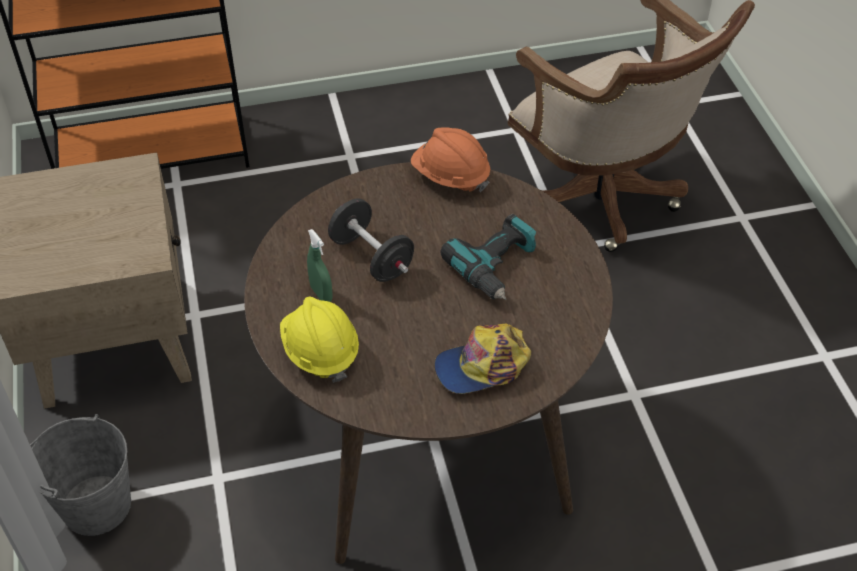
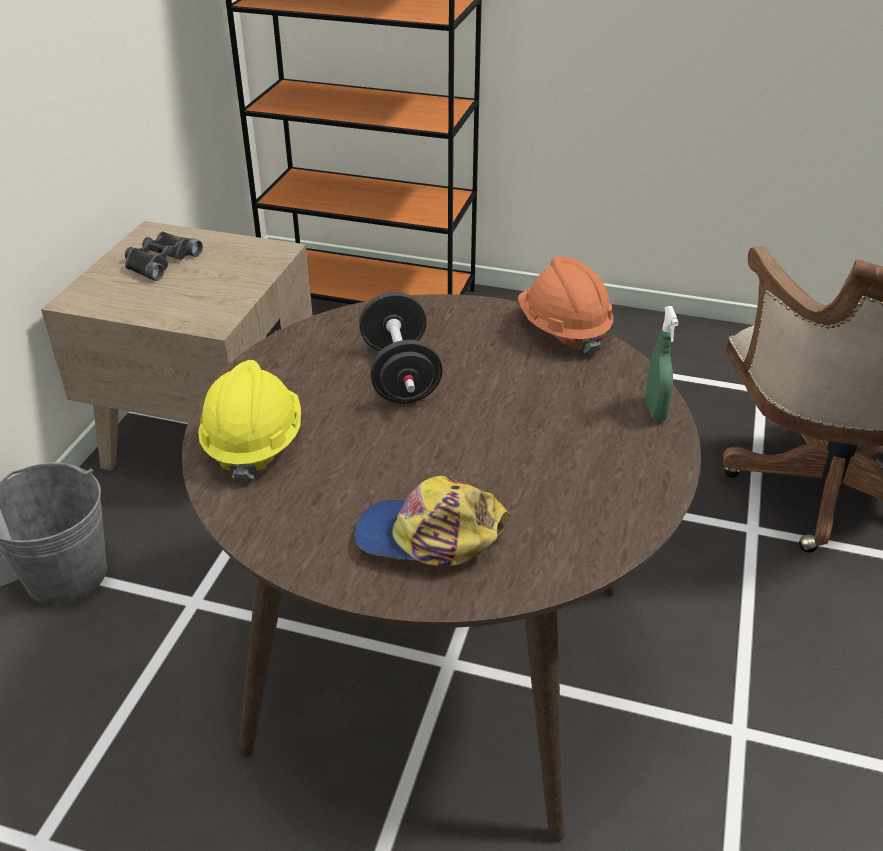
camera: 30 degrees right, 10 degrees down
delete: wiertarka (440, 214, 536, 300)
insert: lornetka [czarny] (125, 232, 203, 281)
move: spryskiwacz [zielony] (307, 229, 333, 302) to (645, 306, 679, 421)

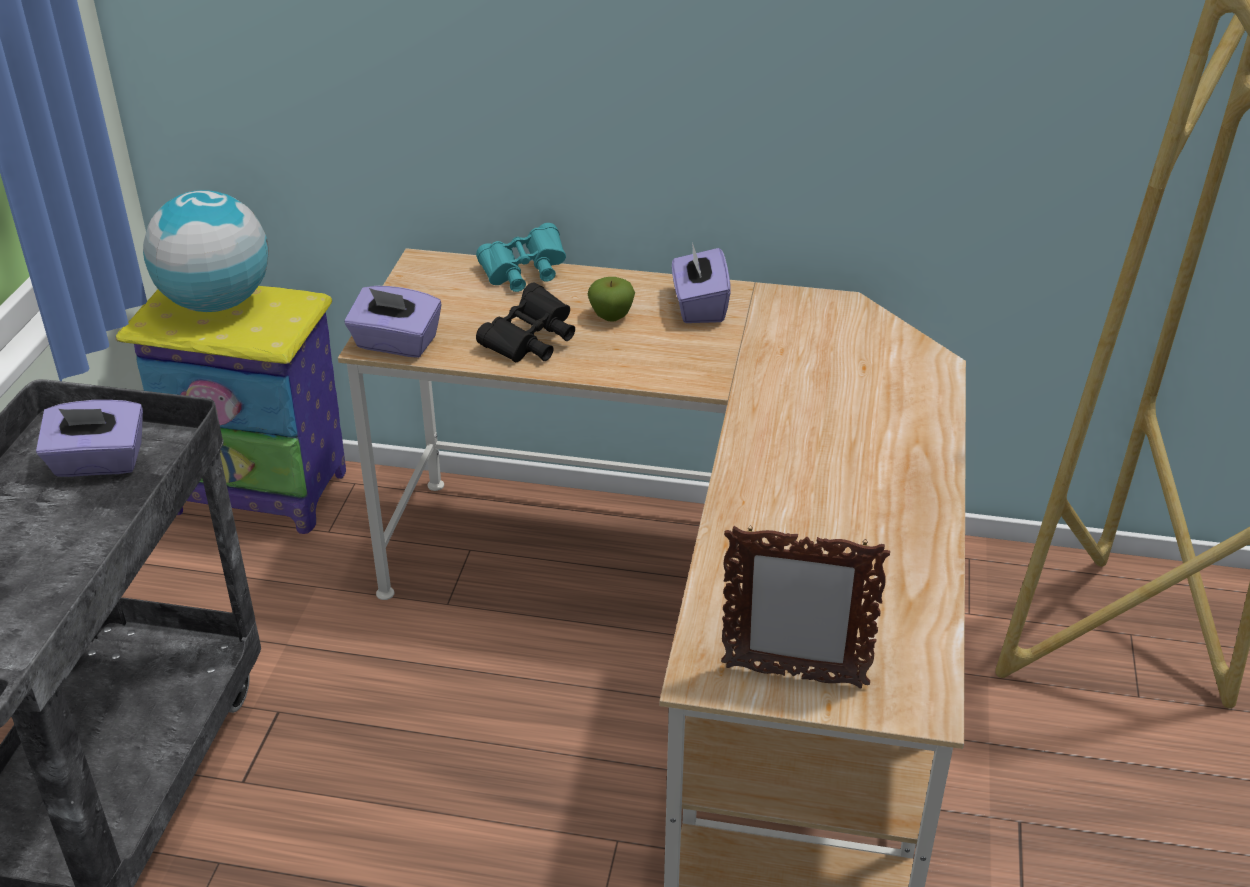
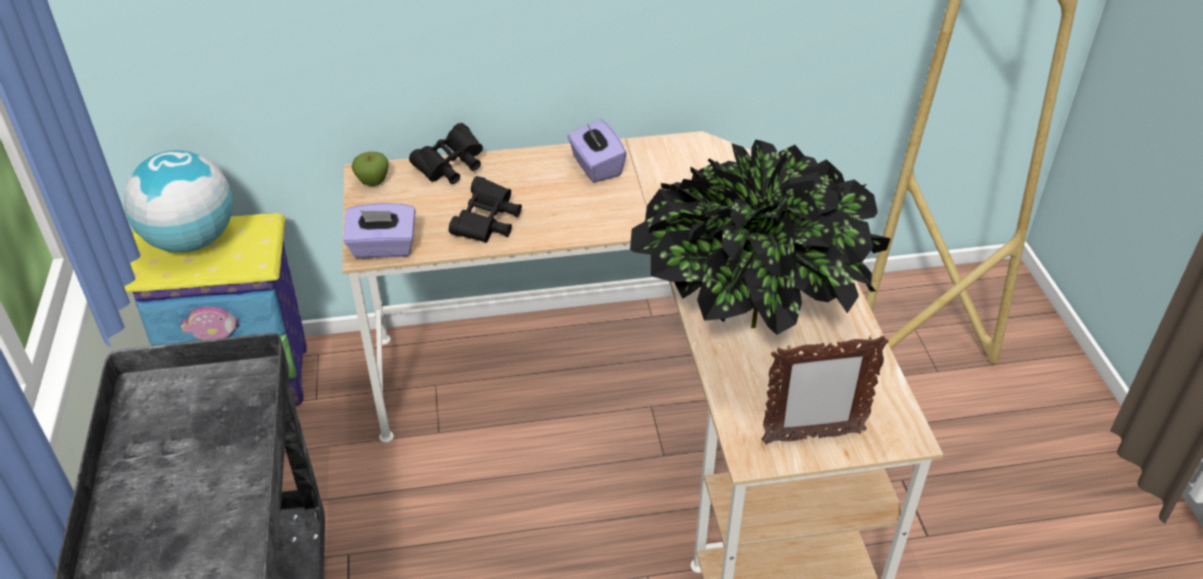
camera: 20 degrees left, 5 degrees up
delete: pudełko chusteczek [fioletowy] (36, 400, 143, 477)
insert: roślina doniczkowa (630, 139, 891, 335)
move: jabłko (588, 277, 635, 322) to (352, 152, 389, 186)
recolor: lornetka [turkusowy] (476, 223, 566, 292) to lornetka [czarny] (409, 123, 483, 184)

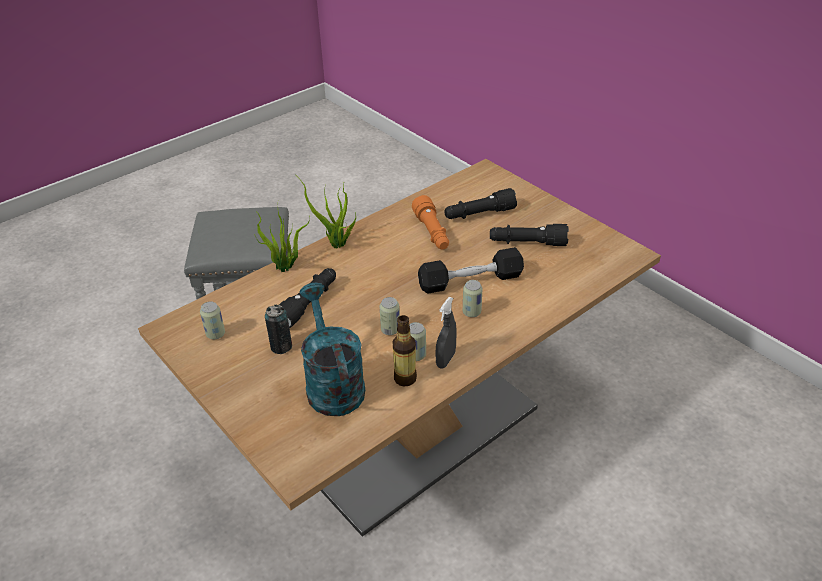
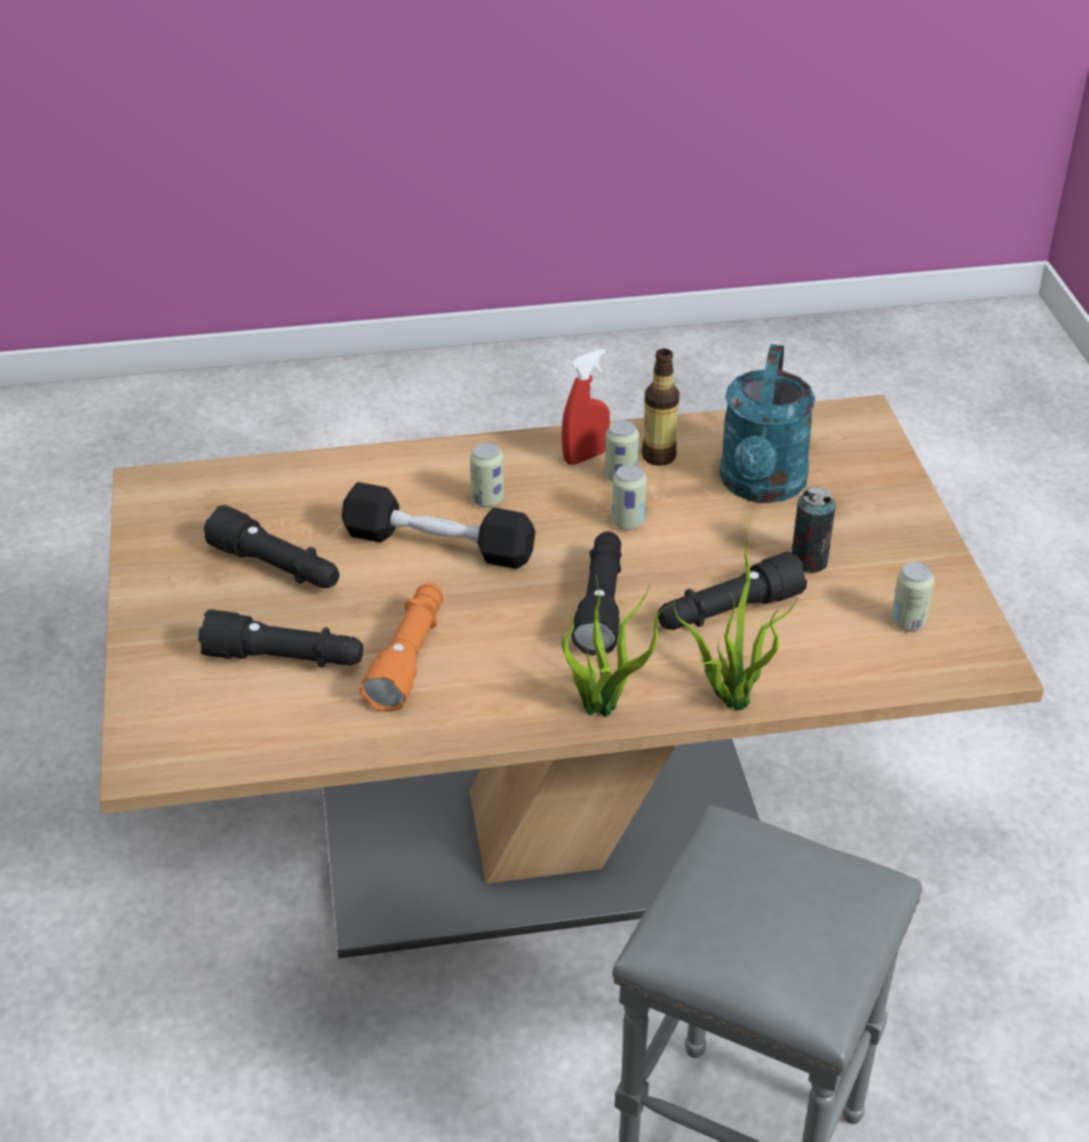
camera: 150 degrees left, 0 degrees up
insert: latarka [czarny] (572, 531, 622, 656)
recolor: spryskiwacz [szary] (436, 297, 457, 369) to spryskiwacz [czerwony] (562, 349, 610, 465)

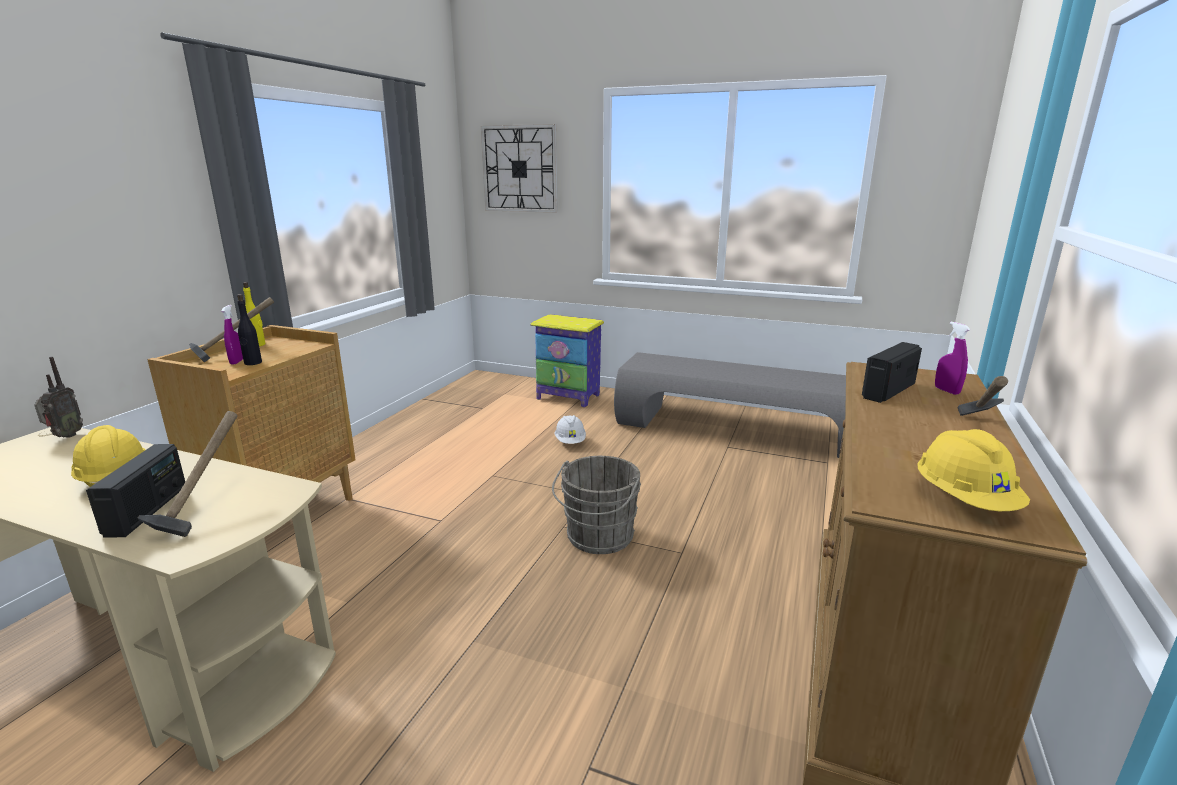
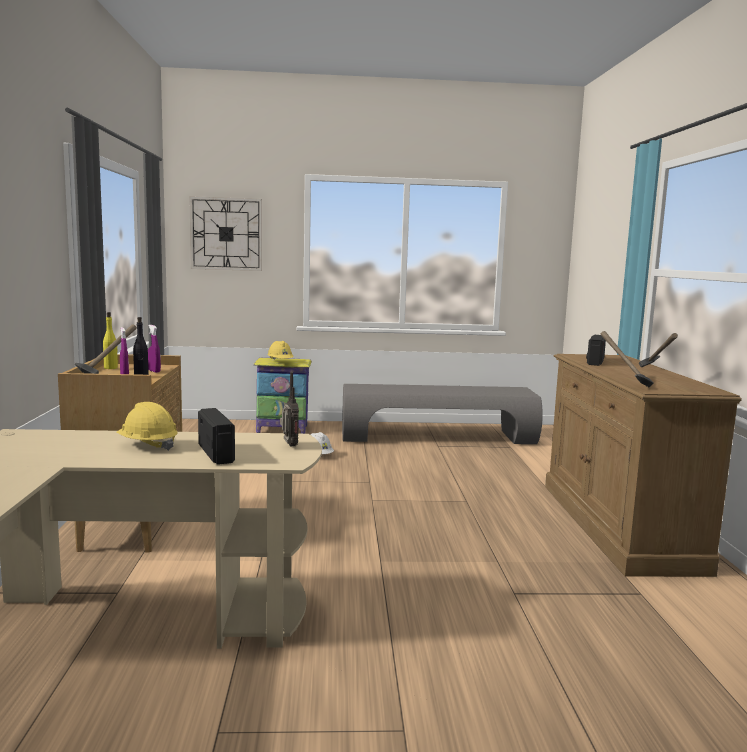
camera: 25 degrees left, 10 degrees down
delete: wiadro [szary] (552, 456, 641, 554)
move: radio (34, 357, 83, 438) to (280, 372, 299, 446); młotek (138, 411, 237, 537) to (601, 331, 654, 387); kask [żółty] (917, 429, 1030, 511) to (267, 341, 294, 360); spryskiwacz [fioletowy] (935, 322, 971, 395) to (148, 325, 161, 373)

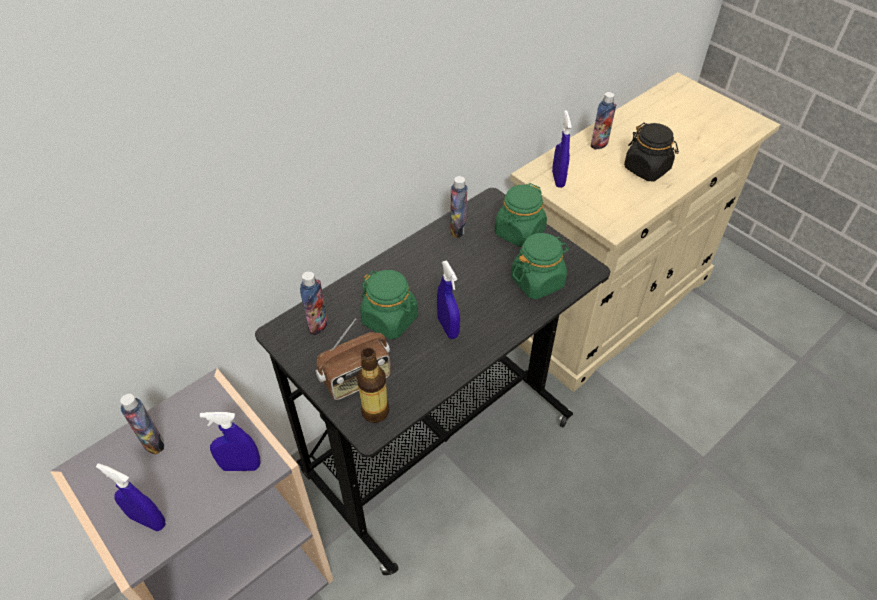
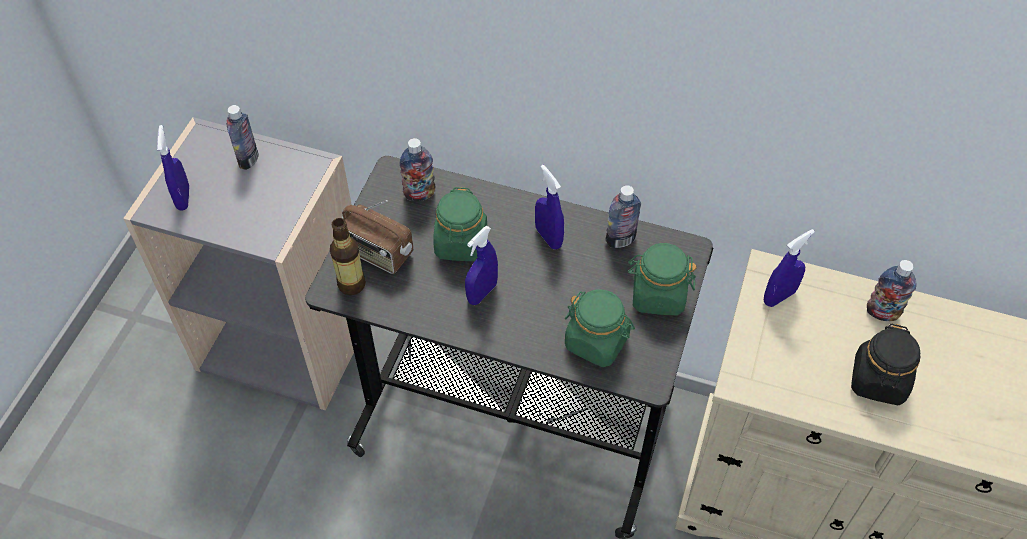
camera: 60 degrees right, 5 degrees up
move: spryskiwacz [niebieski] (200, 412, 261, 471) to (535, 165, 564, 249)

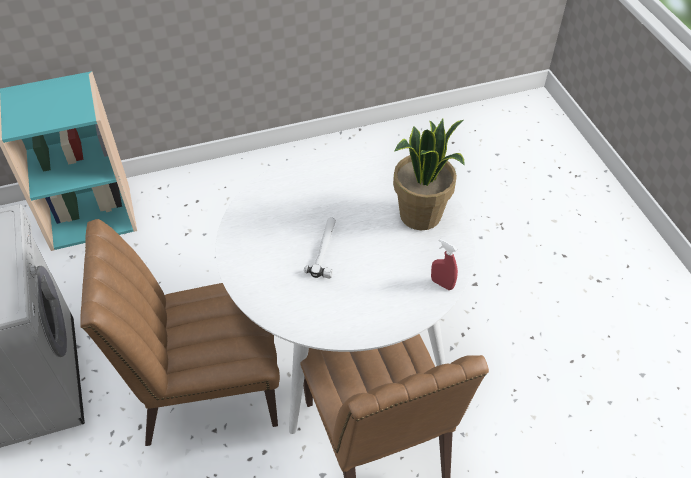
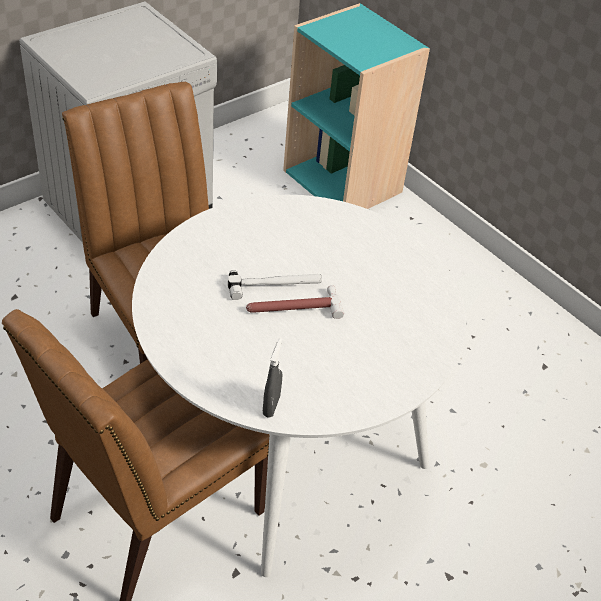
camera: 65 degrees right, 5 degrees down
delete: roślina doniczkowa (393, 118, 465, 230)
insert: młotek (246, 285, 344, 319)
recolor: spryskiwacz [czerwony] (431, 239, 458, 290) to spryskiwacz [szary] (263, 338, 283, 418)

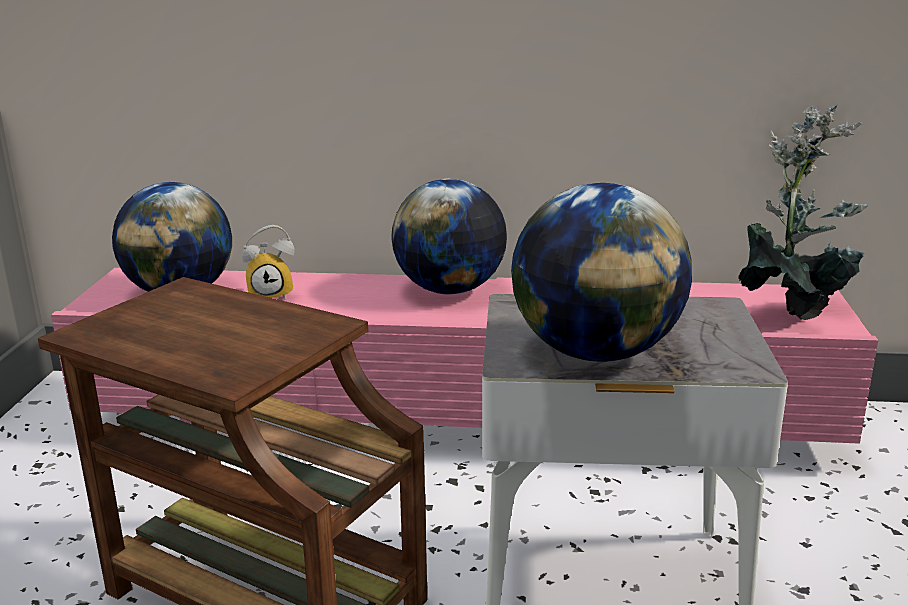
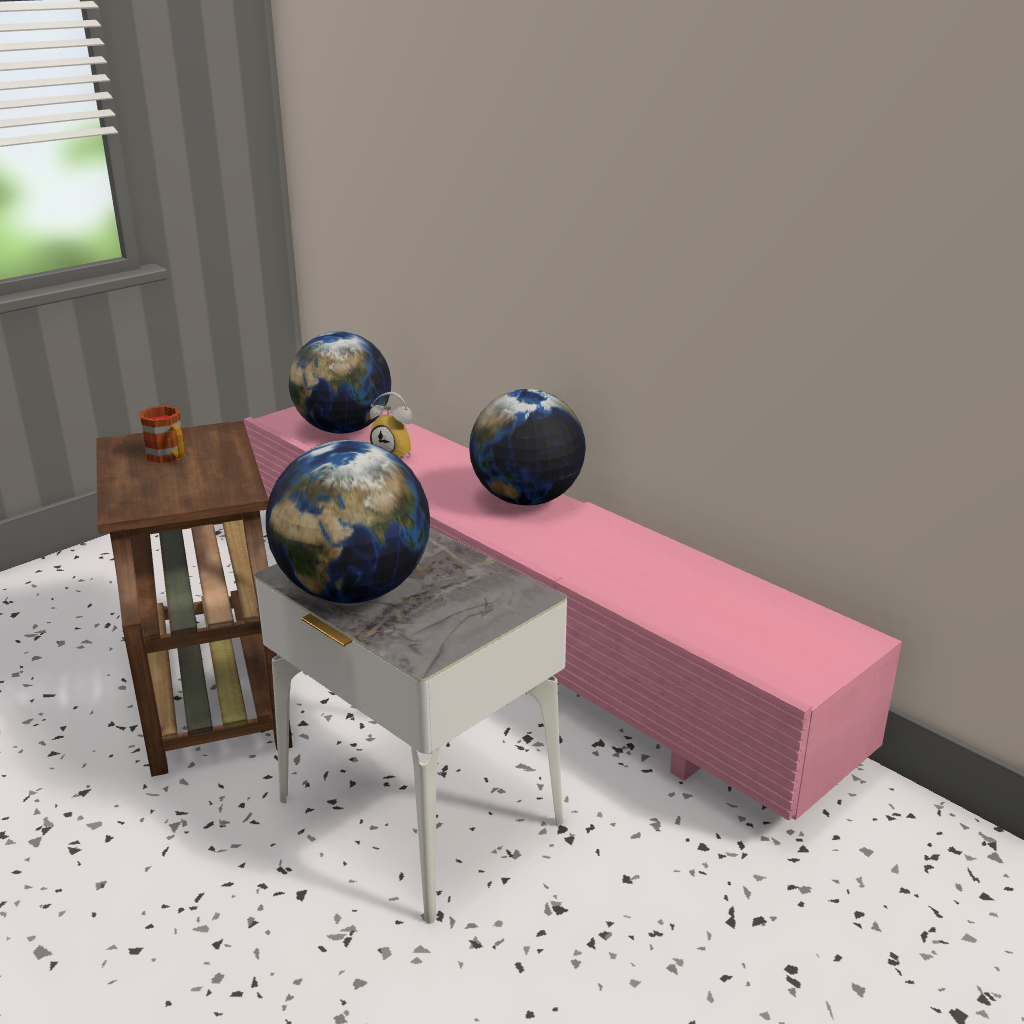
camera: 40 degrees right, 5 degrees up
delete: roślina doniczkowa (738, 105, 868, 320)
insert: kubek (139, 405, 186, 463)

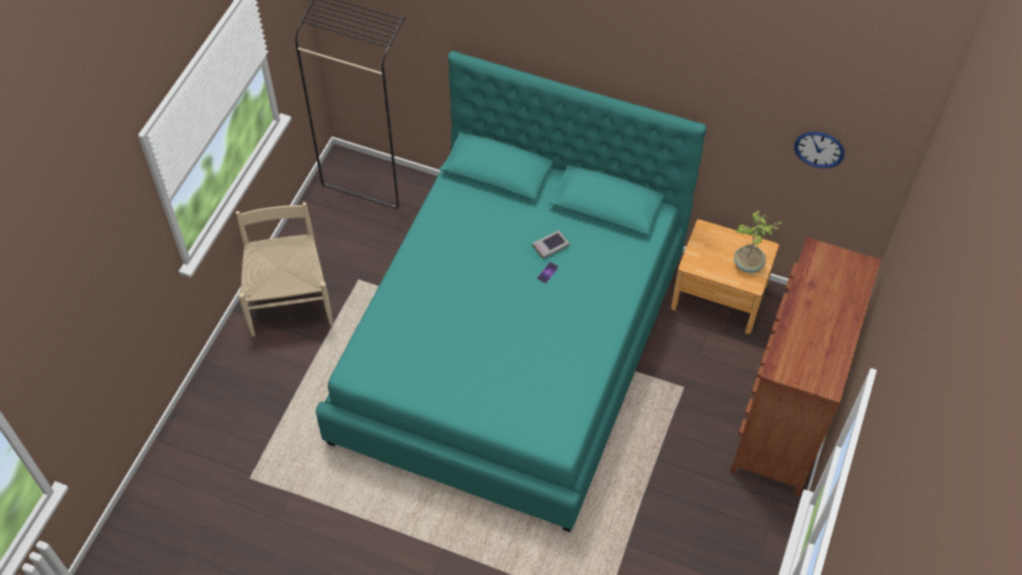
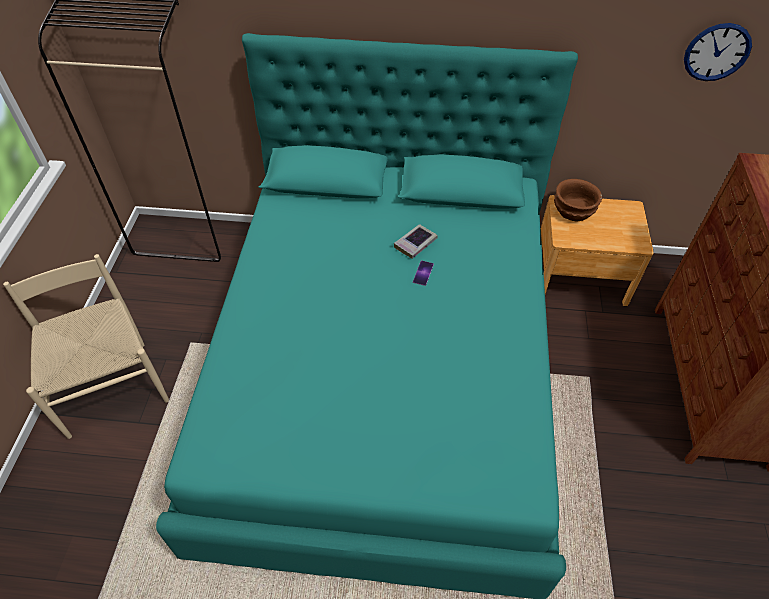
camera: 15 degrees left, 5 degrees down
delete: roślina doniczkowa (734, 211, 783, 273)
insert: miska [brązowy] (554, 179, 602, 221)

